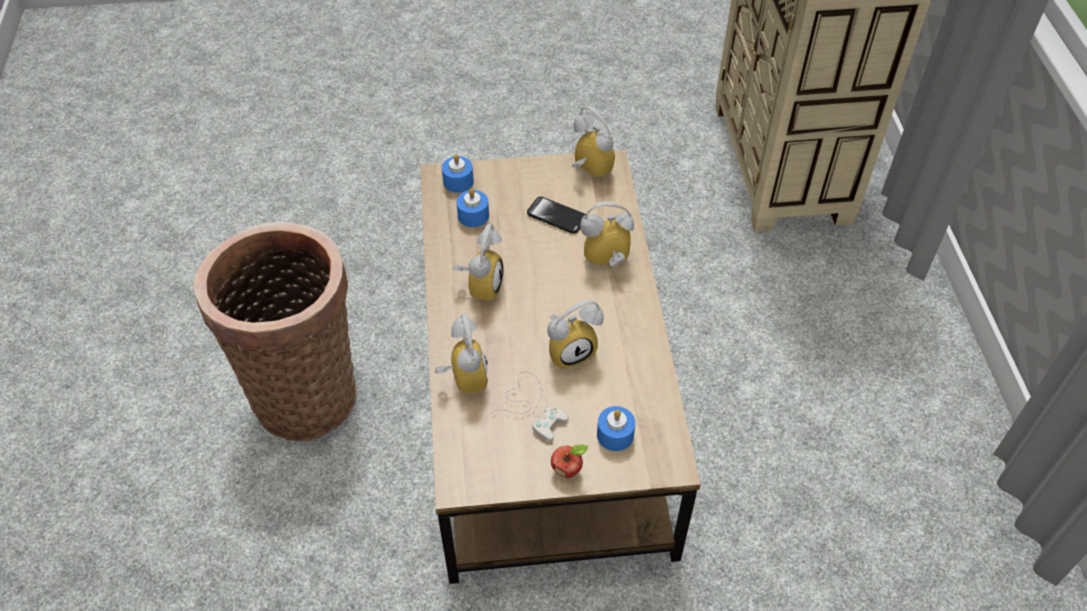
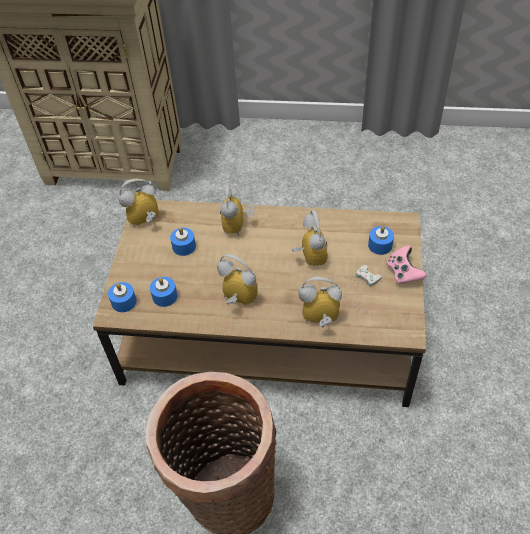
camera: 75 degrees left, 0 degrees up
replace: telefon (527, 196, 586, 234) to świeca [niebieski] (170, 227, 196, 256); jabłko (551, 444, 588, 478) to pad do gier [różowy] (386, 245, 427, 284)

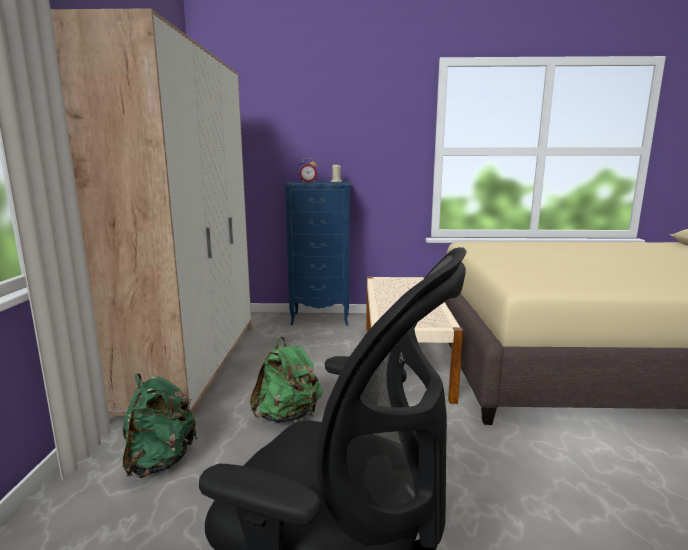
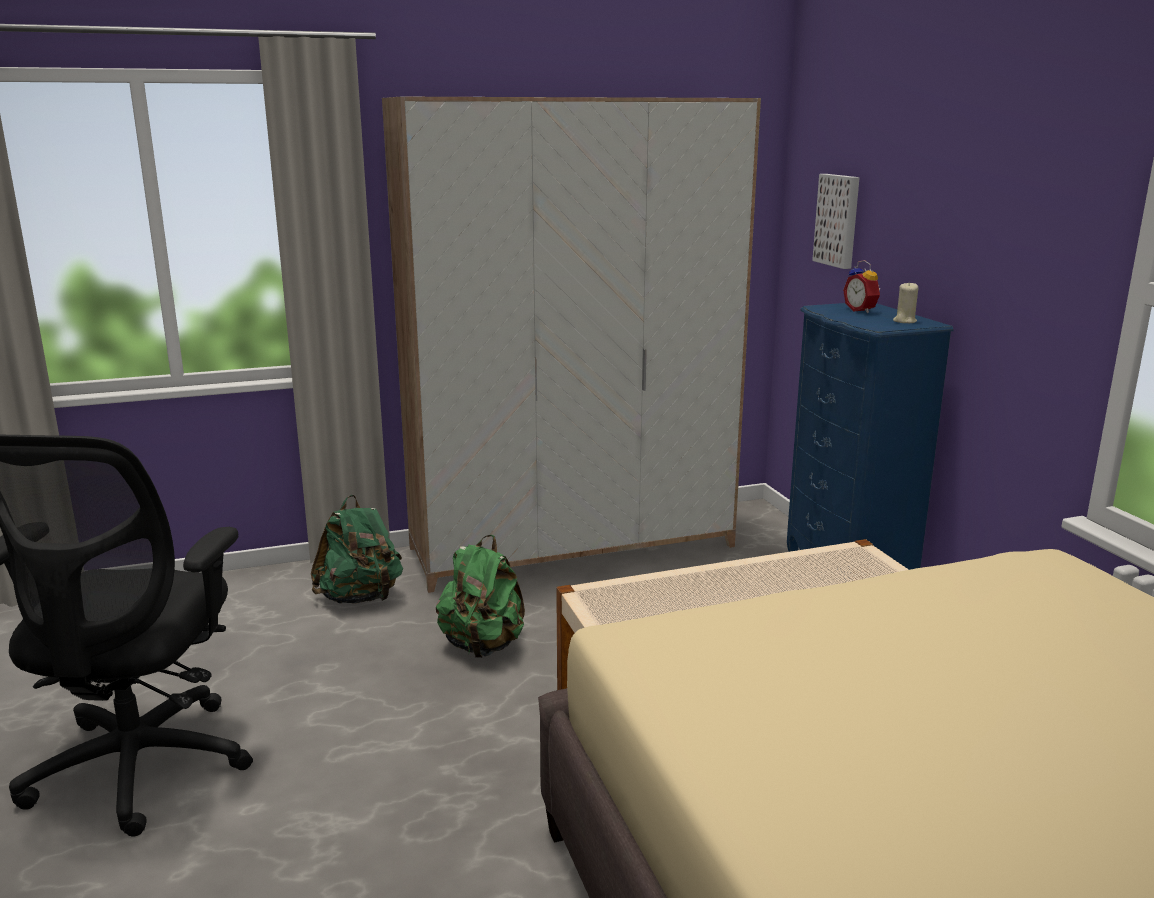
camera: 70 degrees right, 5 degrees up
insert: obraz (812, 174, 860, 269)

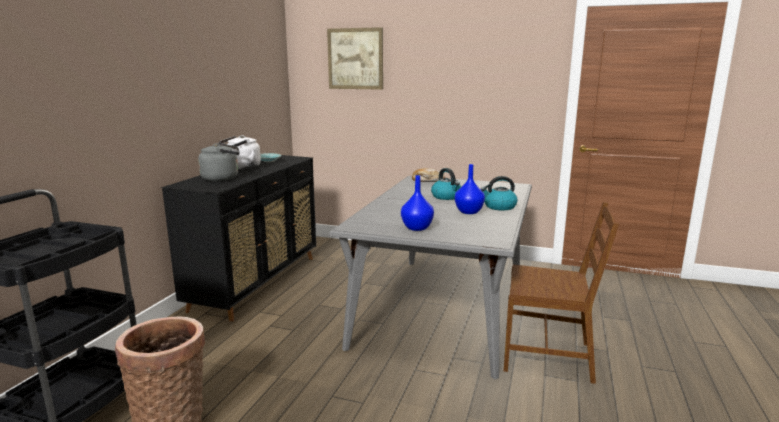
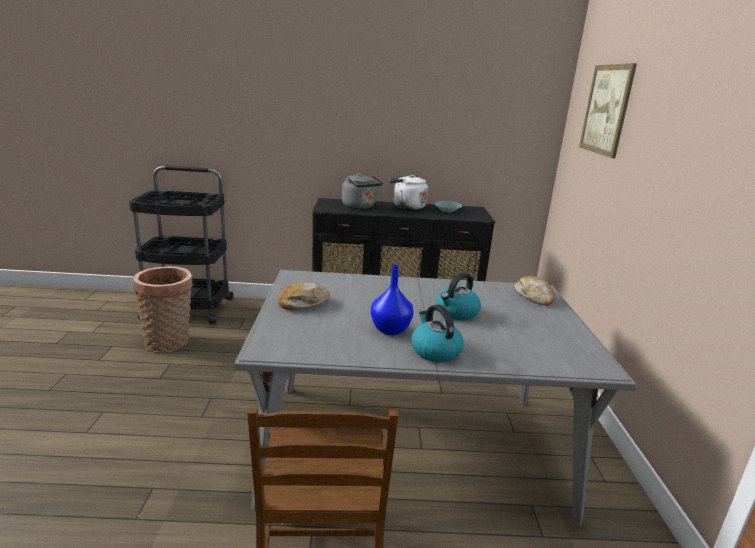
camera: 70 degrees right, 5 degrees up
replace: wazon [niebieski] (401, 175, 434, 231) to chleb (278, 283, 330, 311)

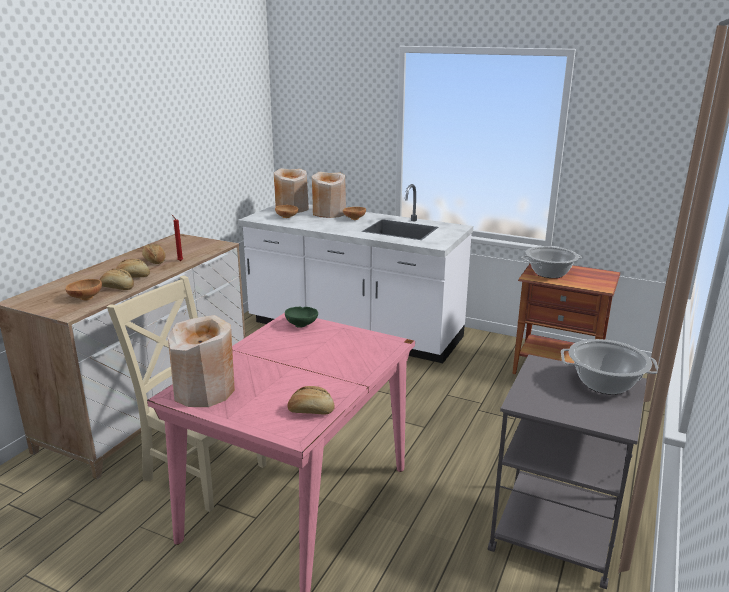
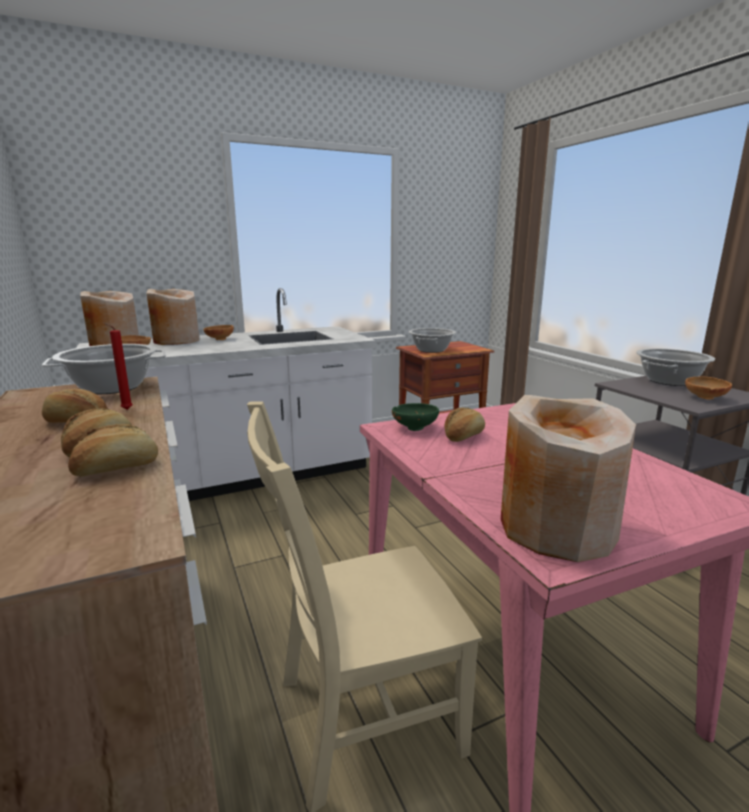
camera: 50 degrees left, 5 degrees down
insert: garnek (42, 344, 166, 394)
move: miska [brązowy] (65, 279, 102, 301) to (685, 376, 732, 400); chleb (287, 386, 335, 414) to (444, 407, 485, 442)

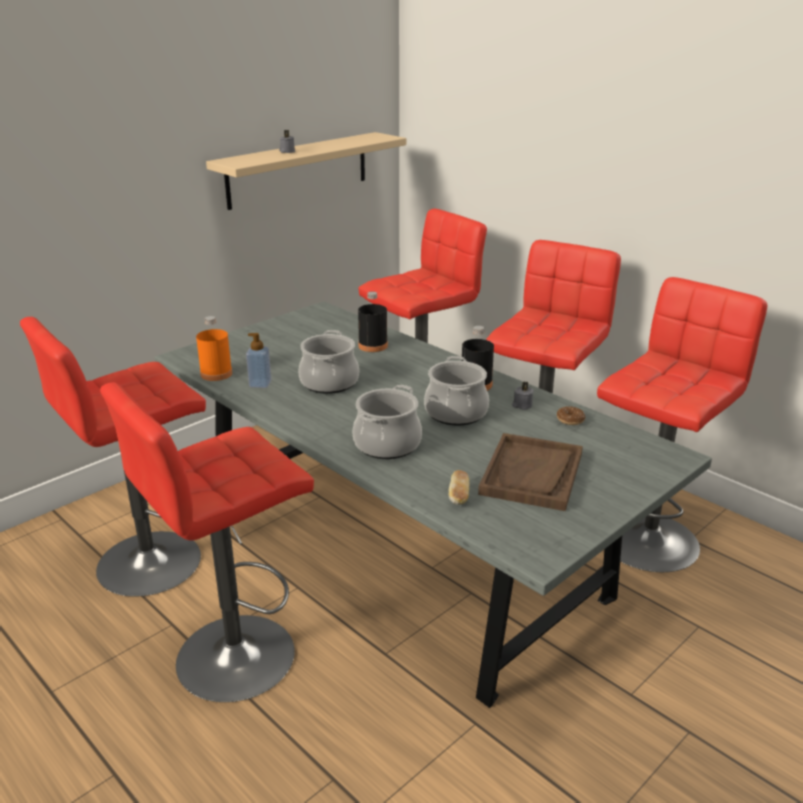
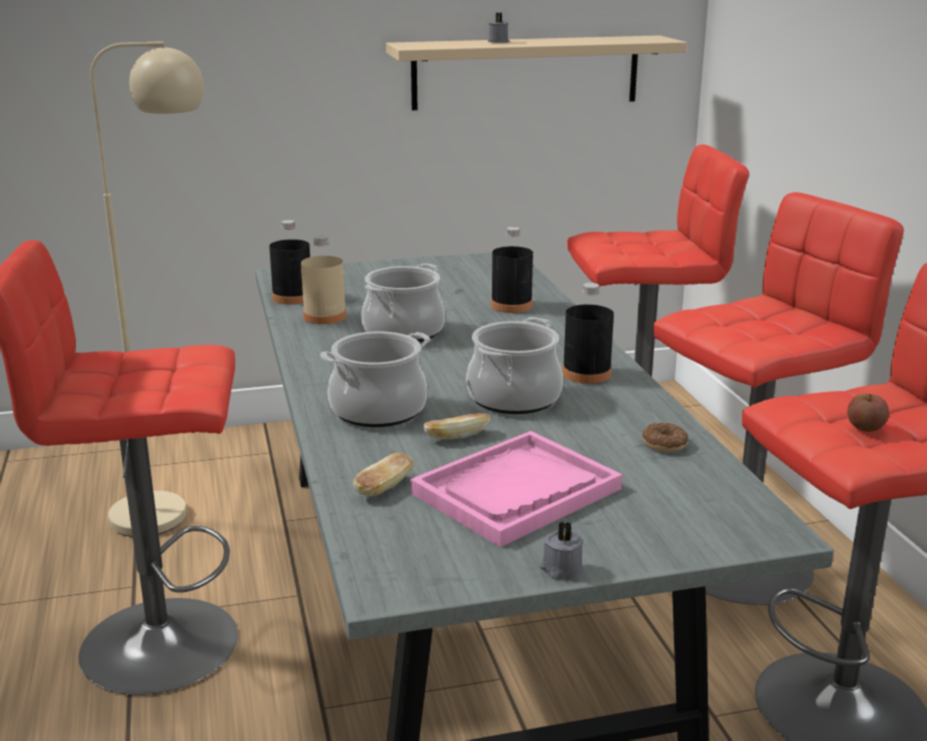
camera: 30 degrees right, 5 degrees down
insert: chleb (424, 413, 491, 439); jabłko (847, 394, 889, 432)
move: świeca [szary] (512, 382, 534, 410) to (539, 521, 583, 579)
replace: stołek [czerwony] (20, 317, 206, 597) to lampa stojąca [beżowy] (90, 42, 204, 537); dozownik mydła (246, 333, 271, 388) to butelka [beżowy] (301, 236, 346, 324)
recolor: butelka [pomarańczowy] (196, 316, 232, 381) to butelka [czarny] (269, 220, 310, 305); taca [brązowy] (478, 433, 583, 511) to taca [różowy] (411, 431, 622, 547)

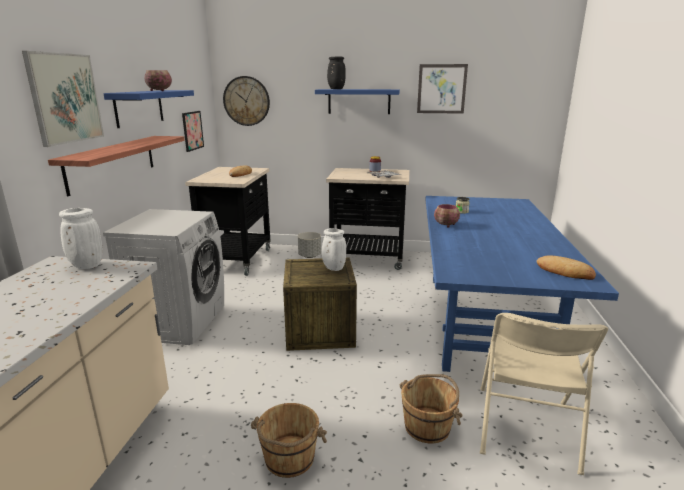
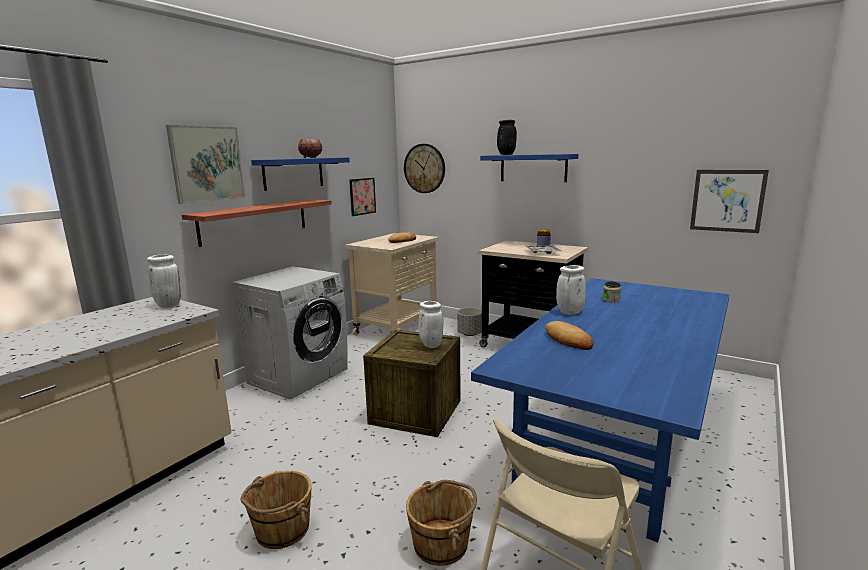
camera: 25 degrees right, 5 degrees down
move: obraz (417, 64, 468, 114) to (690, 170, 769, 233); chleb (537, 255, 596, 280) to (546, 321, 594, 350)
replace: miska (434, 204, 460, 228) to wazon [biały] (556, 265, 586, 315)
recolor: wózek [czarny] (185, 167, 271, 276) to wózek [beżowy] (345, 233, 439, 335)

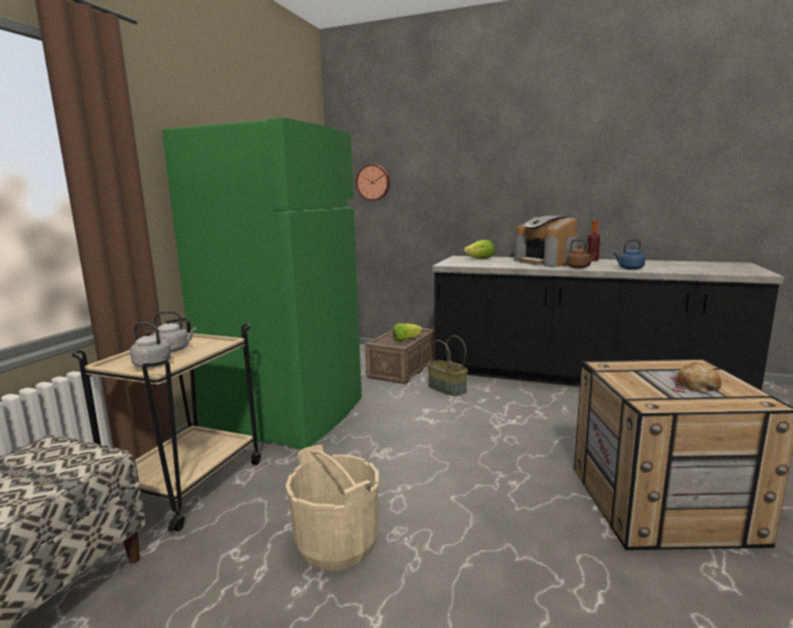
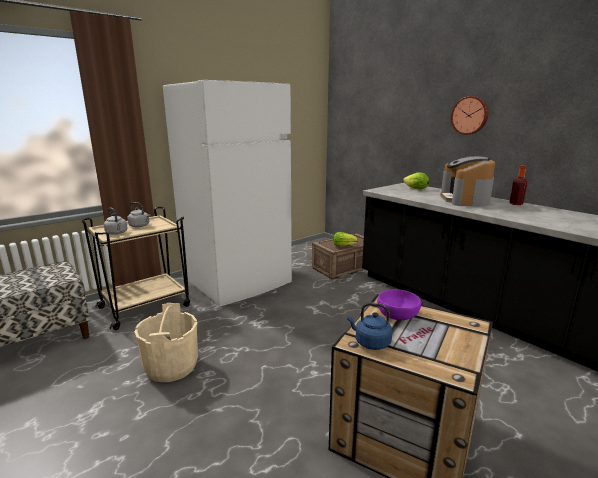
camera: 30 degrees right, 5 degrees up
delete: koszyk (427, 335, 468, 397); czajnik [brązowy] (566, 239, 597, 268); chleb (677, 363, 722, 393)
insert: miska [fioletowy] (377, 289, 421, 320)
move: zegar ścienny (356, 164, 390, 201) to (451, 96, 488, 135); czajnik [niebieski] (614, 239, 645, 270) to (347, 302, 392, 350)
recolor: lodówka [zielony] (162, 118, 362, 450) to lodówka [biały] (163, 80, 292, 306)

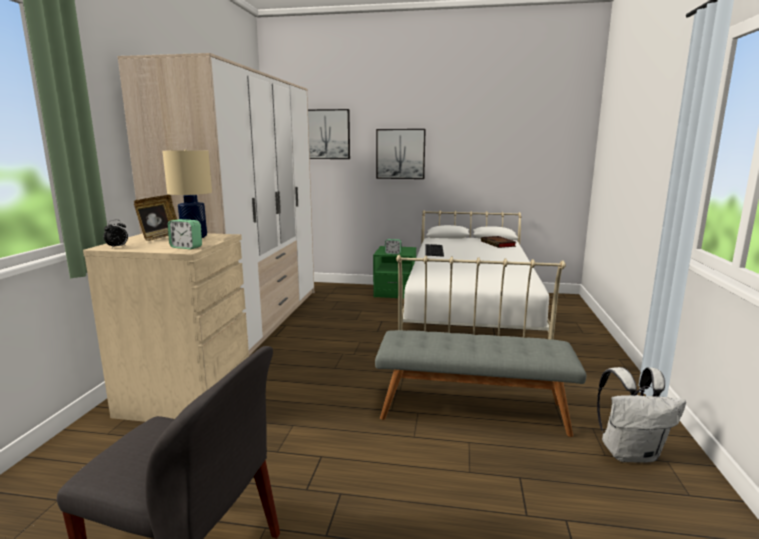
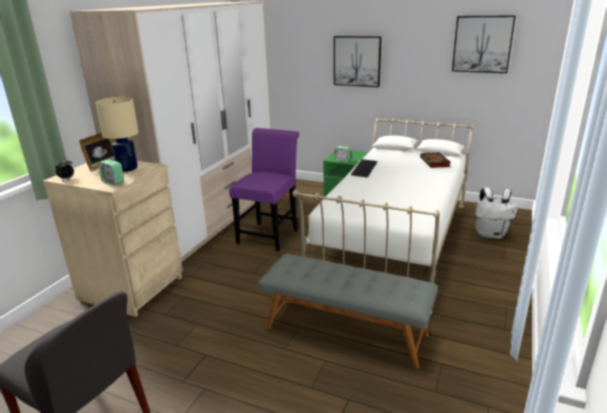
camera: 15 degrees right, 10 degrees up
insert: krzesło [fioletowy] (229, 128, 299, 251)
move: obraz (308, 109, 350, 159) to (452, 15, 516, 73); plecak [biały] (597, 367, 686, 463) to (475, 187, 518, 239)

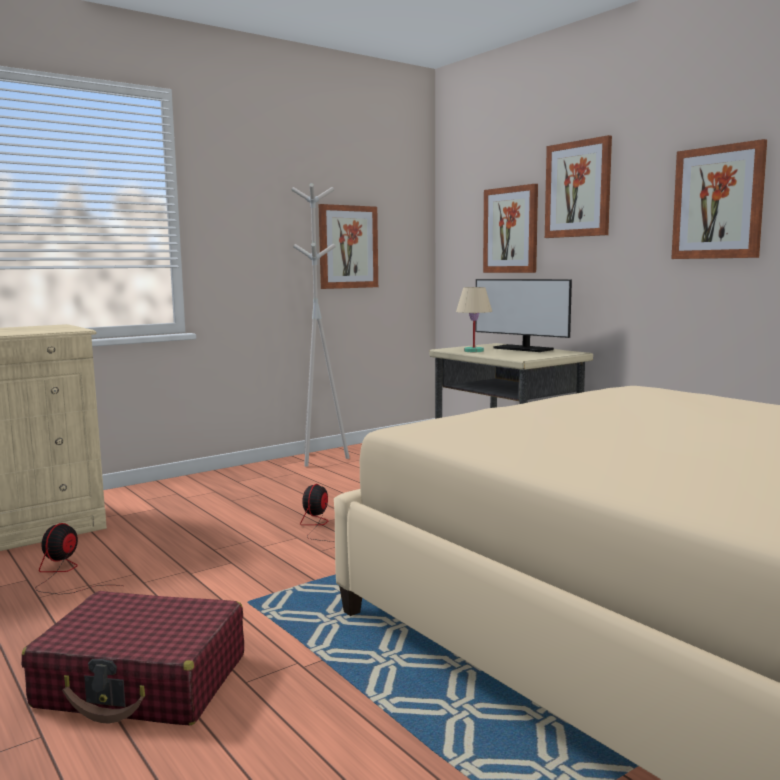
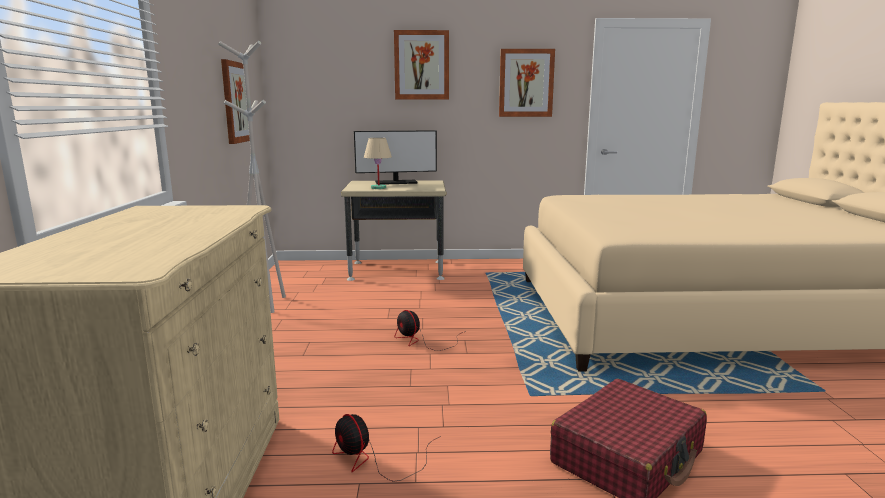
camera: 55 degrees left, 5 degrees up
delete: obraz (483, 184, 538, 273)

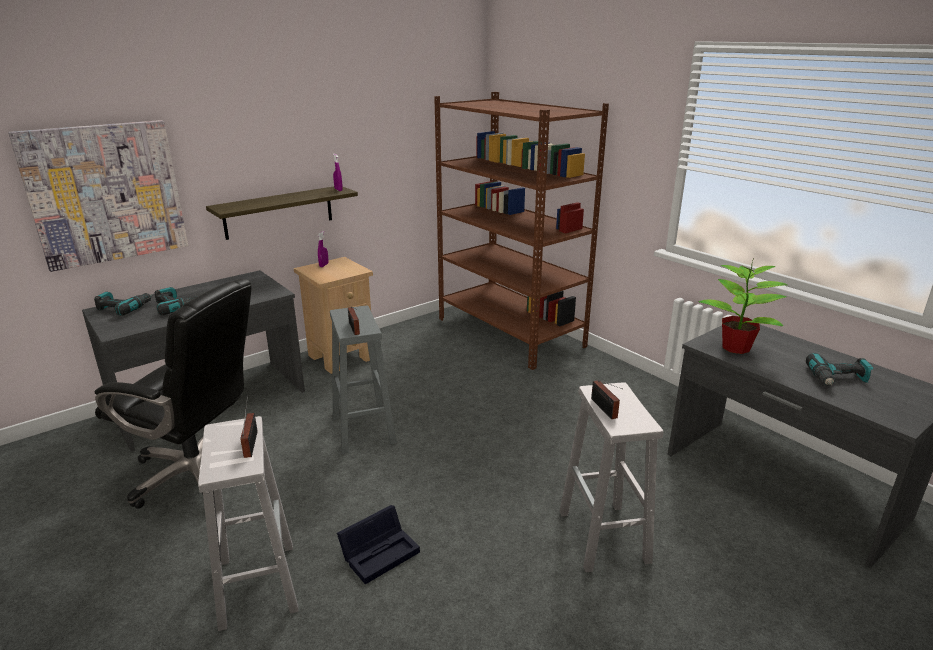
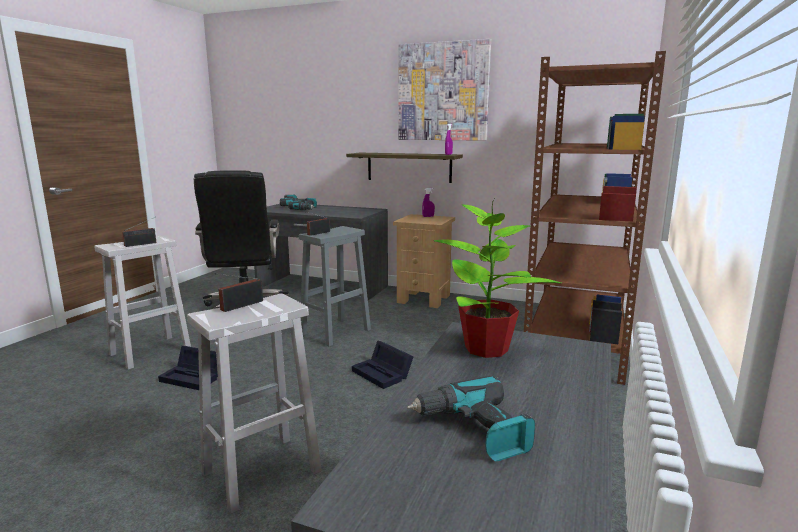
camera: 60 degrees right, 10 degrees down
insert: pojemnik do przechowywania [czarny] (352, 340, 414, 389)
move: obraz (8, 120, 188, 272) to (398, 39, 491, 141)

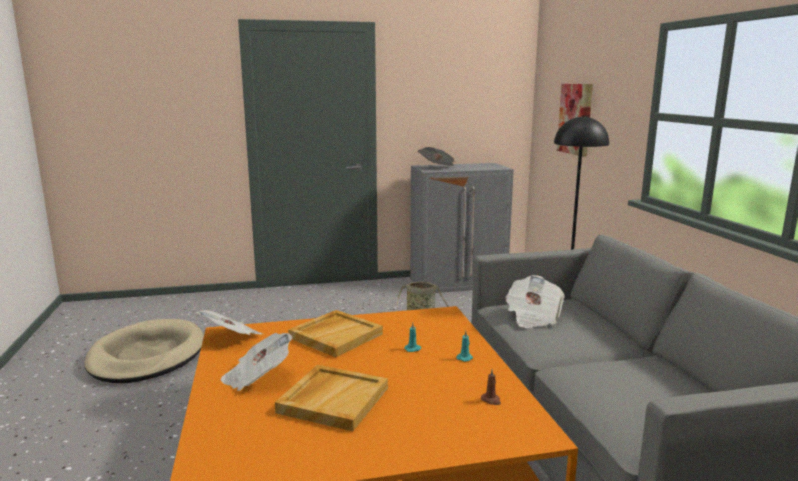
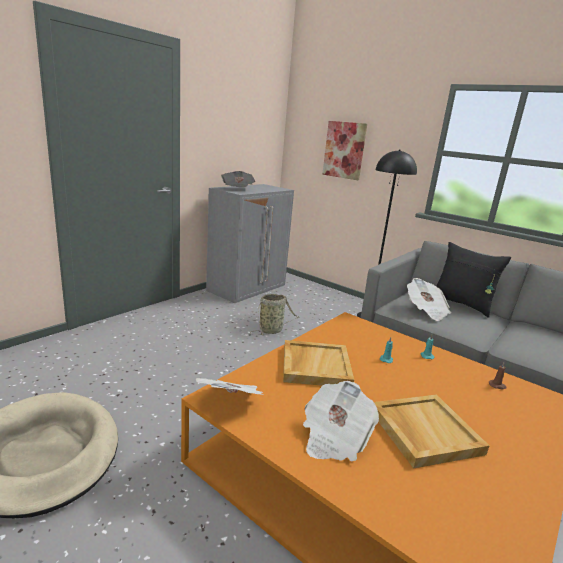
camera: 40 degrees left, 5 degrees up
insert: poduszka [czarny] (436, 242, 511, 318)

